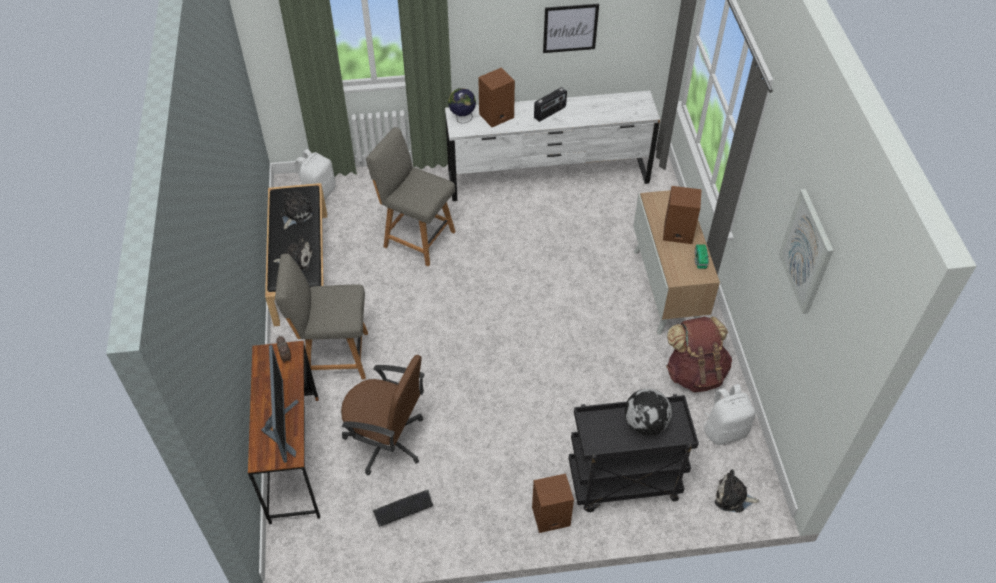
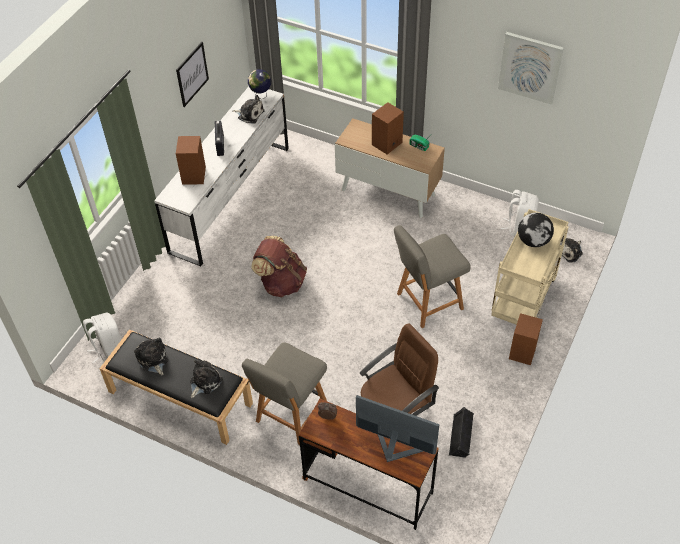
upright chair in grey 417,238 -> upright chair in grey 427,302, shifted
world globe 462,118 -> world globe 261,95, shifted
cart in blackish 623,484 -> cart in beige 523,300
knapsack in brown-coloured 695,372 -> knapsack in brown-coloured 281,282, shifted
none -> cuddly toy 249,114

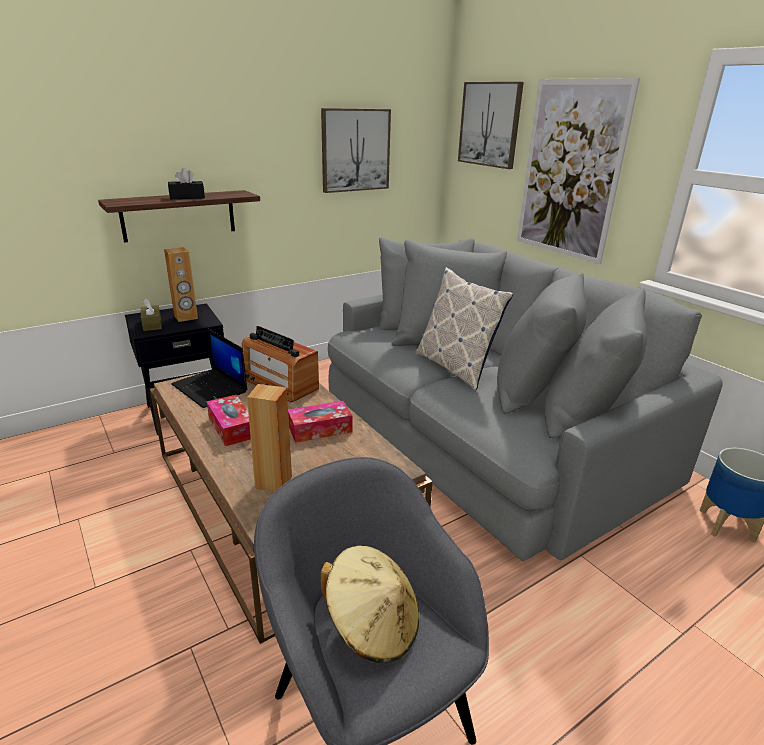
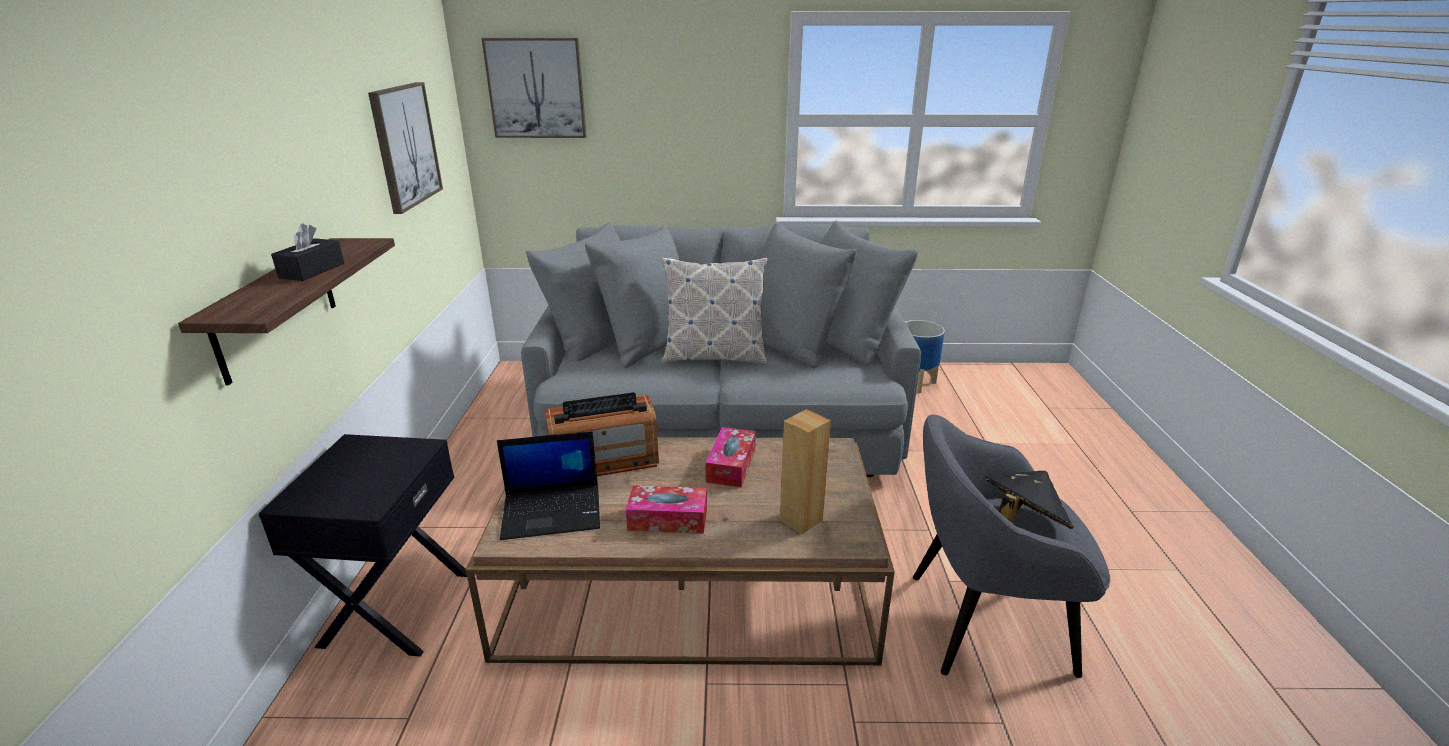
tissue holder in brown-coloured 152,324 -> none
loudspeaker in brown-coloured 186,317 -> none
clothing hat in beige 372,625 -> clothing hat in blackish 1020,525
wall picture 570,170 -> none

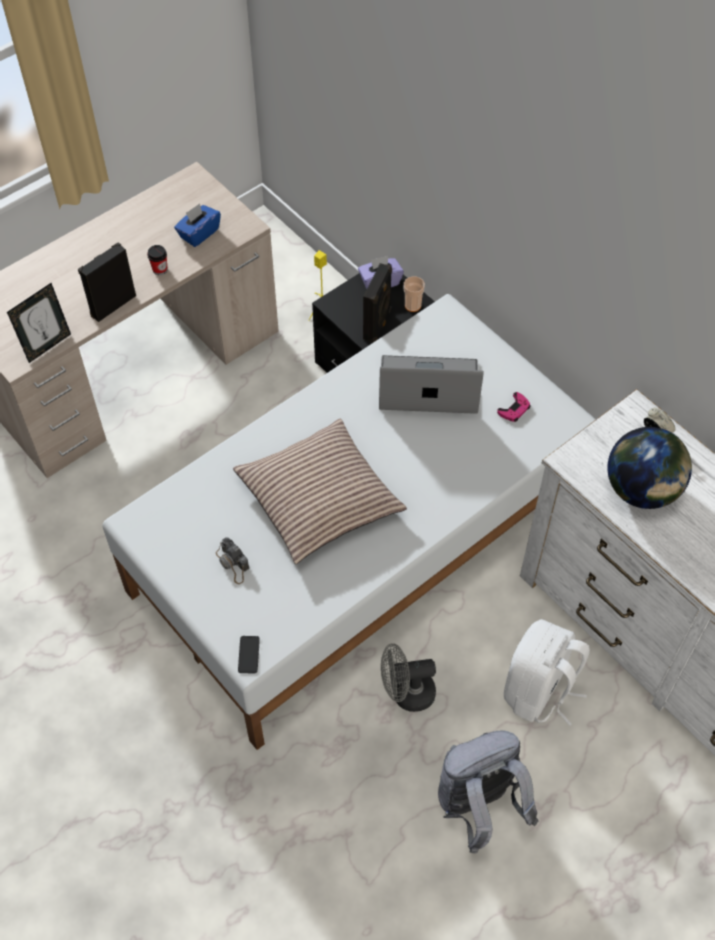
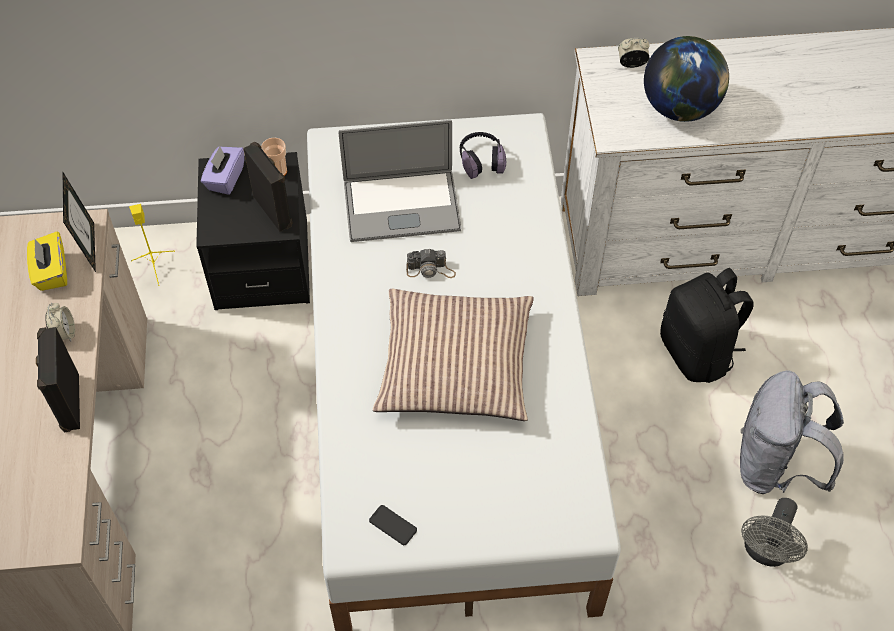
standing frame 47,346 -> standing frame 89,247, shifted
drinking cup 160,269 -> table clock 64,333
tissue holder in blue 199,233 -> tissue holder in yellow 51,272
still camera 233,564 -> still camera 430,270, shifted
phone 248,654 -> phone 393,525, shifted
portable computer 428,386 -> portable computer 401,205, 135 degrees counterclockwise
electric fan in grey 406,693 -> electric fan in grey 765,552, shifted
game controller in pink-coloured 514,409 -> pair of headphones 481,160
knapsack in white-coloured 539,691 -> knapsack in blackish 697,352

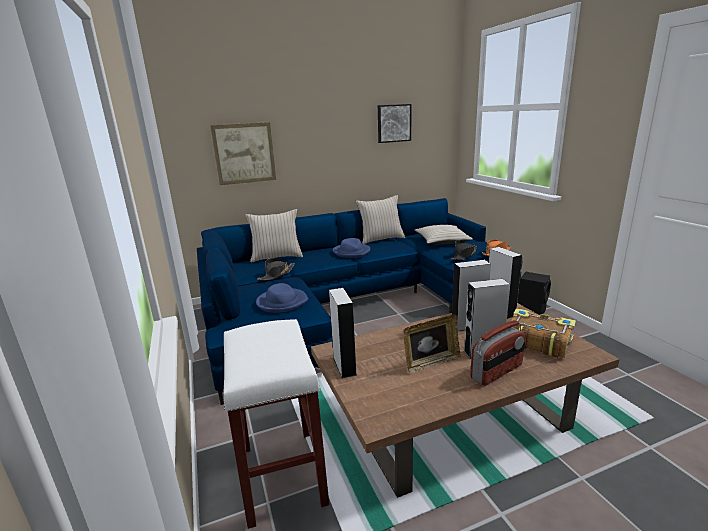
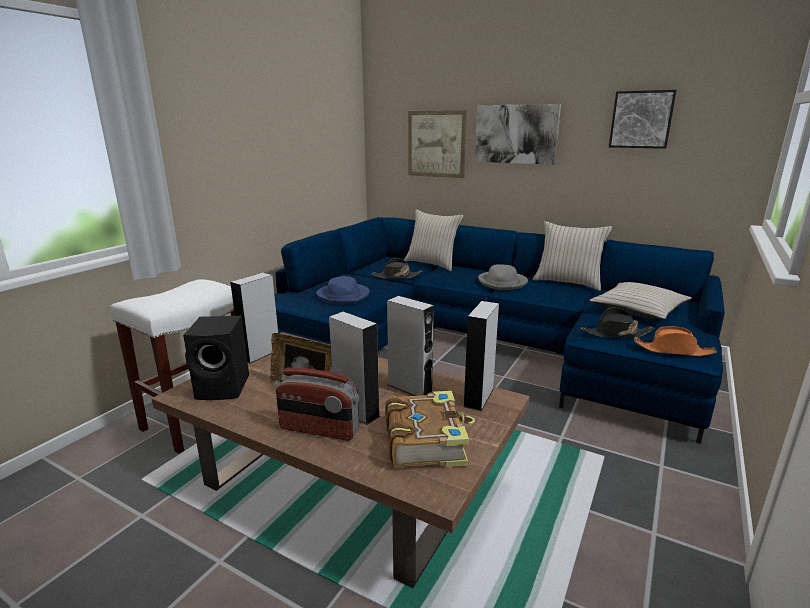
clothing hat in blue 352,252 -> clothing hat in grey 502,283
loudspeaker in blackish 532,308 -> loudspeaker in blackish 225,387, shifted
none -> wall picture 516,134

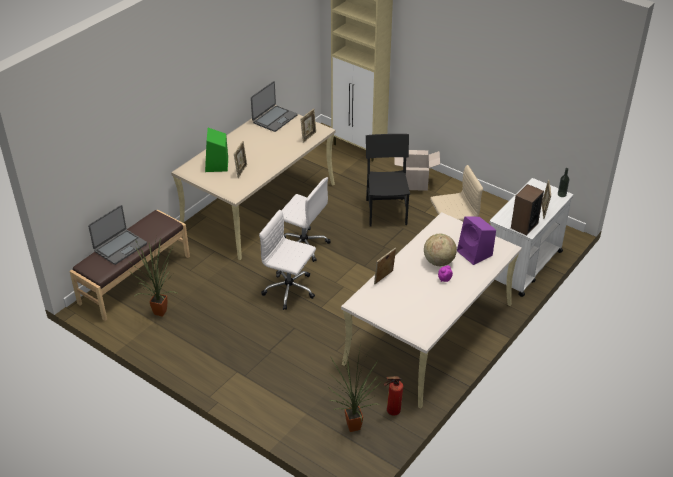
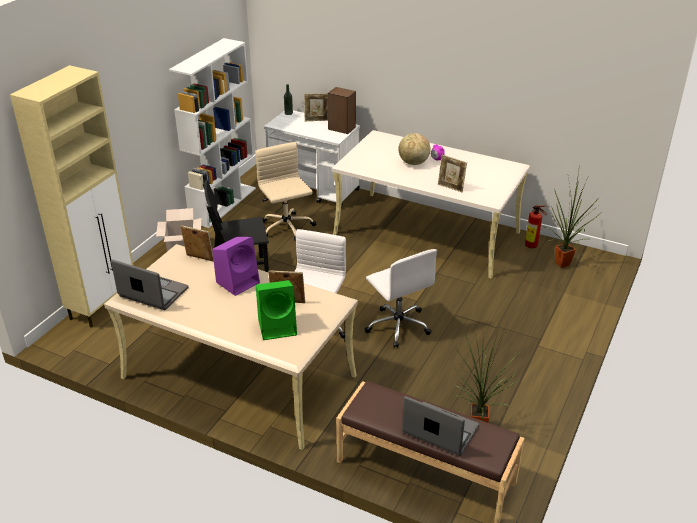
office chair in white-coloured 290,290 -> office chair in white-coloured 398,326, 45 degrees counterclockwise
loudspeaker in purple-coloured 475,253 -> loudspeaker in purple-coloured 238,282, shifted
none -> bookcase in white-coloured 223,204

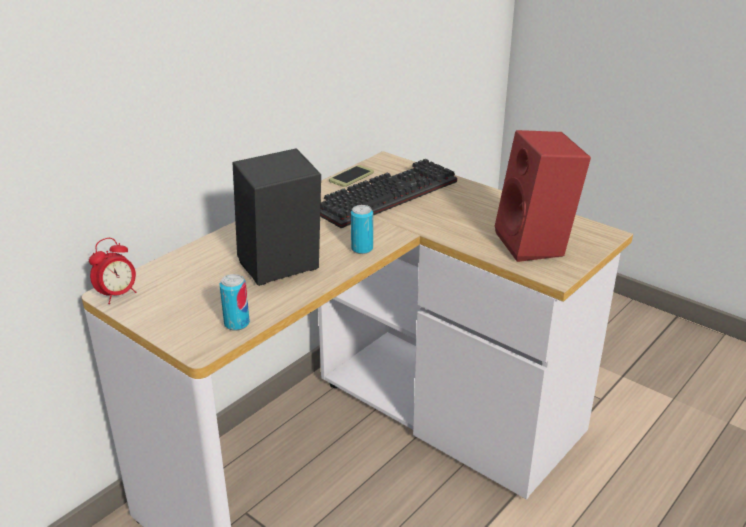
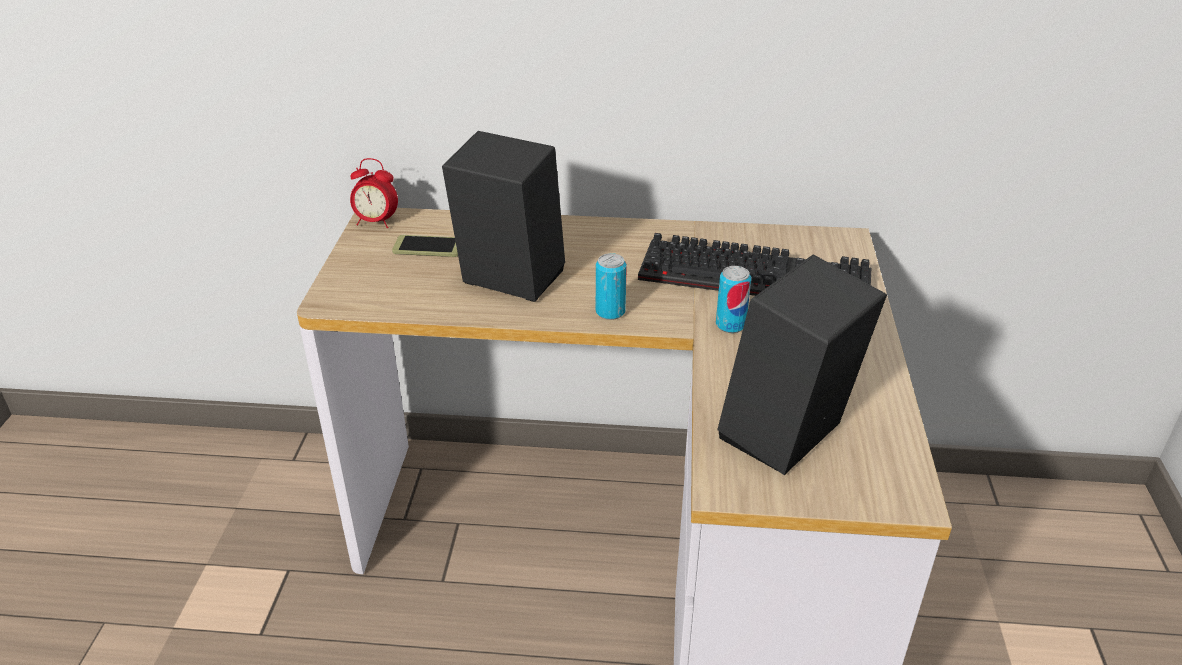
sealed can 237,324 -> sealed can 730,325, shifted
phone 351,176 -> phone 428,247, shifted
loudspeaker in red 536,245 -> loudspeaker in blackish 787,440

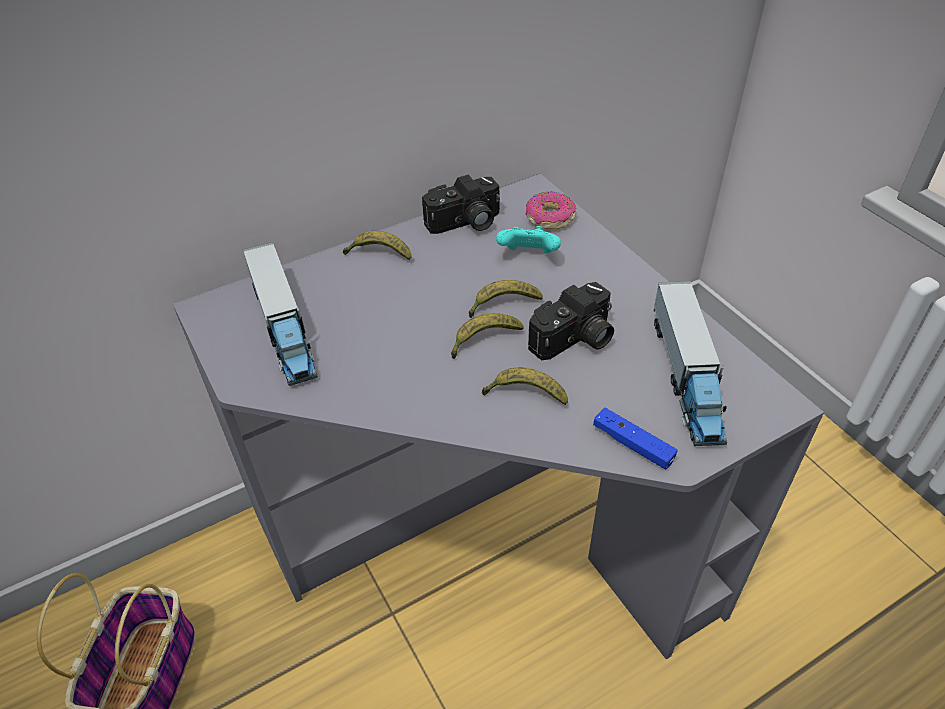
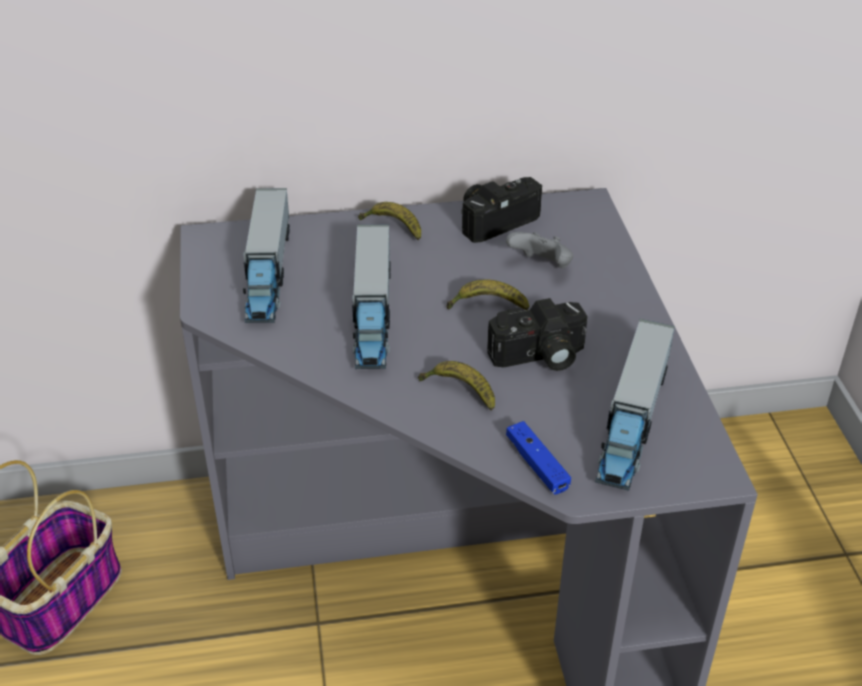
still camera 465,223 -> still camera 495,219, 150 degrees clockwise
whole banana 483,340 -> none
game controller in turquoise-coloured 528,256 -> game controller in grey 541,267
doughnut 549,218 -> none
none -> toy lorry 372,314

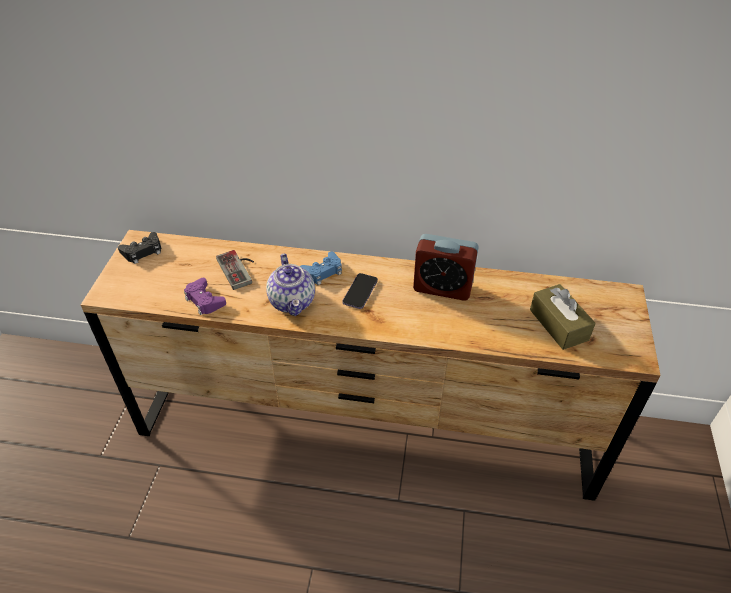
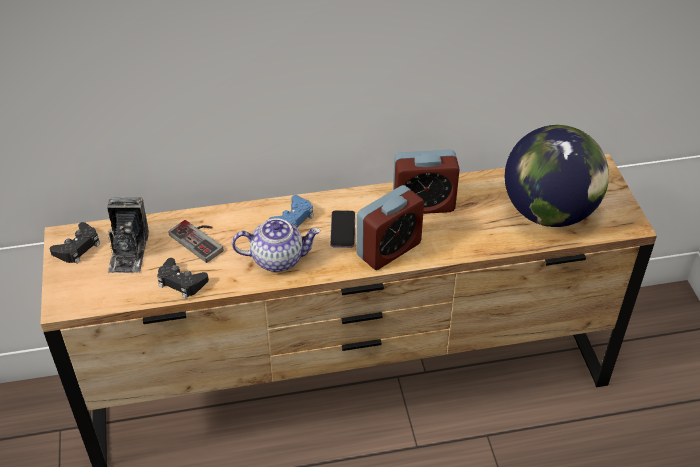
game controller in purple-coloured 204,300 -> game controller in blackish 181,282
tea pot 293,302 -> tea pot 278,258, 60 degrees counterclockwise
tissue holder in brown-coloured 558,325 -> world globe 549,212
none -> still camera 129,251
none -> table clock 389,249

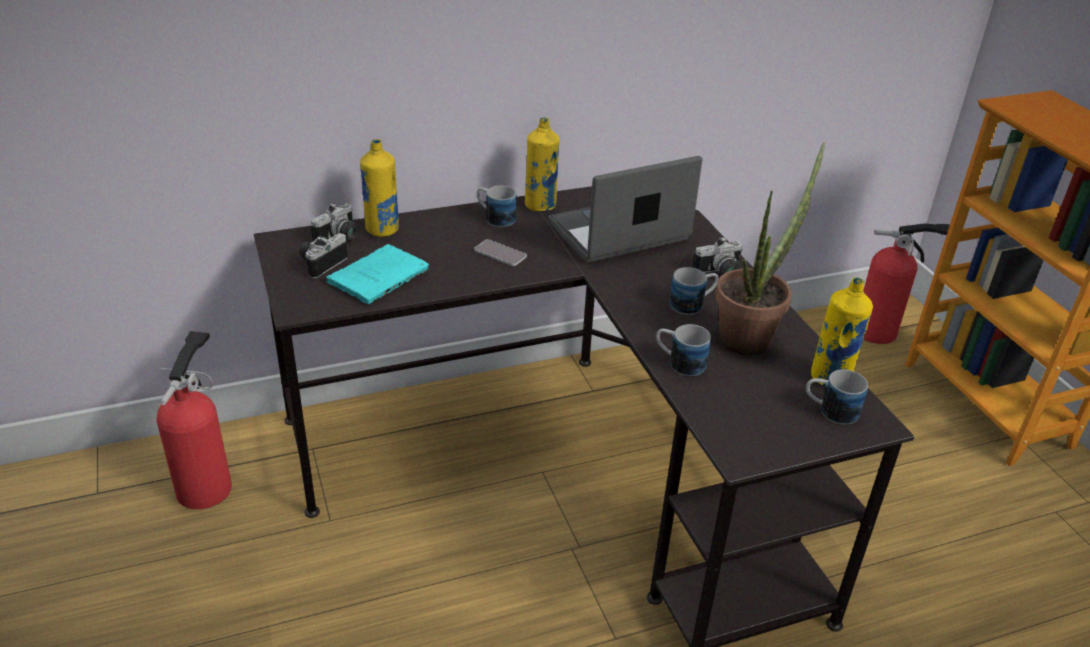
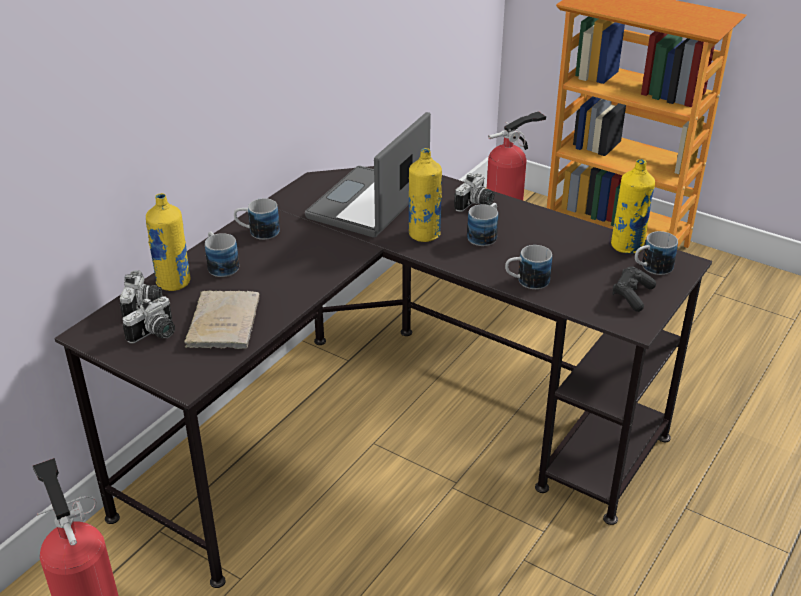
still camera 321,263 -> still camera 156,334, 135 degrees counterclockwise
book in turquoise-coloured 380,276 -> book in beige 224,321
phone 500,254 -> none
bottle in yellow 540,205 -> bottle in yellow 424,234, shifted
houseplant 750,335 -> none
none -> mug 220,265
none -> game controller in blackish 632,296

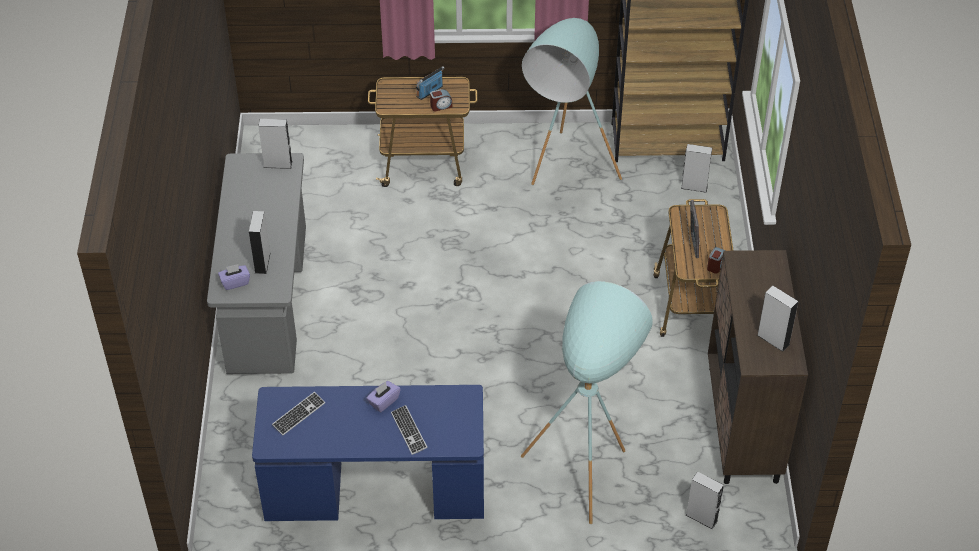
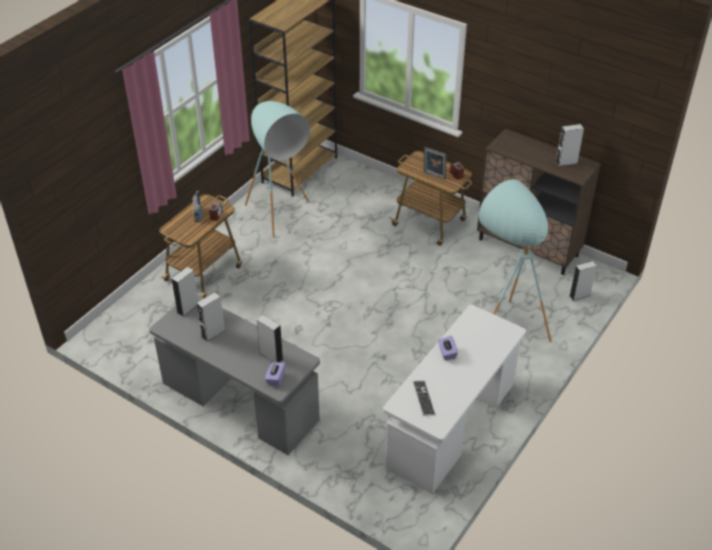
desk in blue 375,492 -> desk in white-coloured 451,426
PC keyboard 409,431 -> none
loudspeaker in grey 694,187 -> loudspeaker in grey 213,333, shifted

